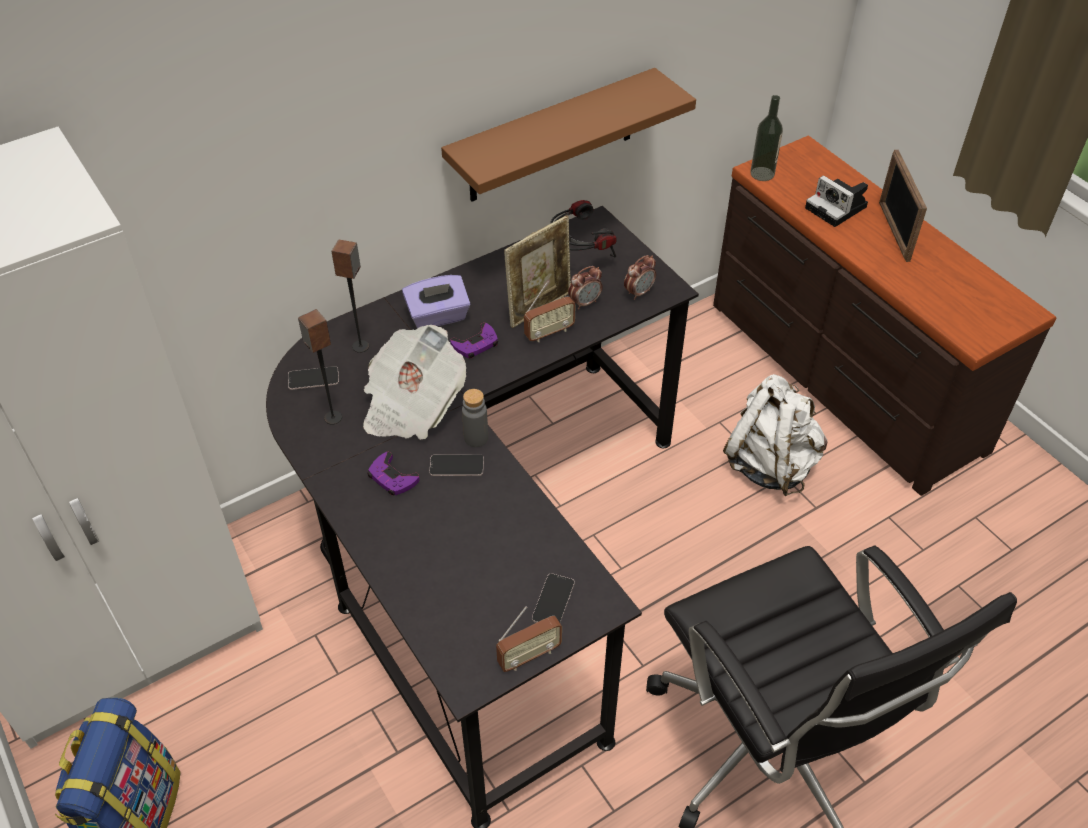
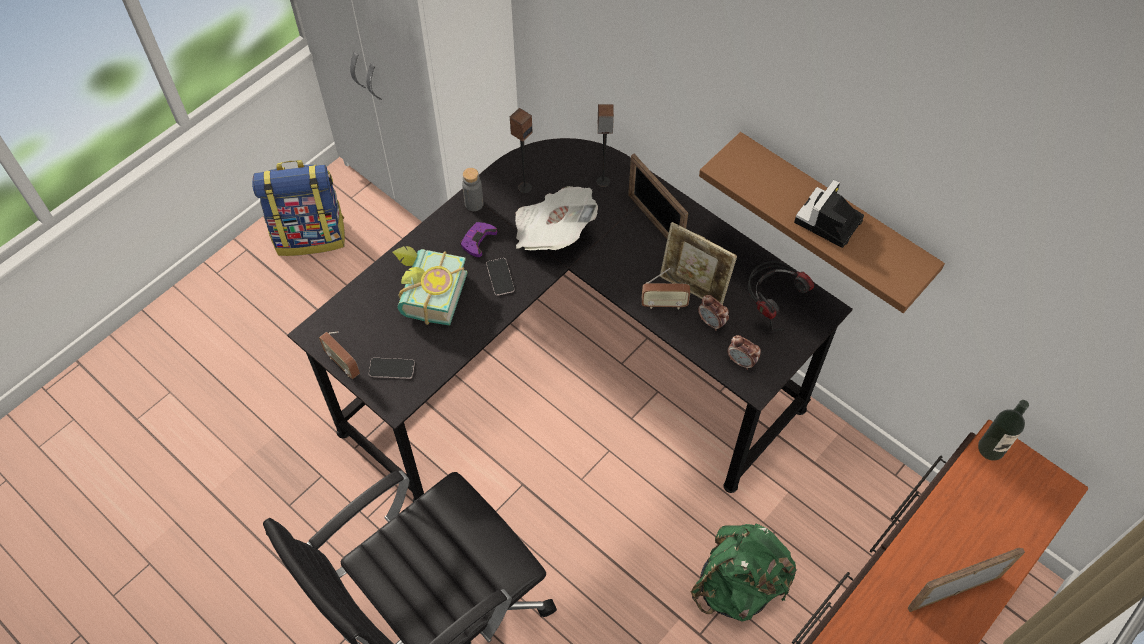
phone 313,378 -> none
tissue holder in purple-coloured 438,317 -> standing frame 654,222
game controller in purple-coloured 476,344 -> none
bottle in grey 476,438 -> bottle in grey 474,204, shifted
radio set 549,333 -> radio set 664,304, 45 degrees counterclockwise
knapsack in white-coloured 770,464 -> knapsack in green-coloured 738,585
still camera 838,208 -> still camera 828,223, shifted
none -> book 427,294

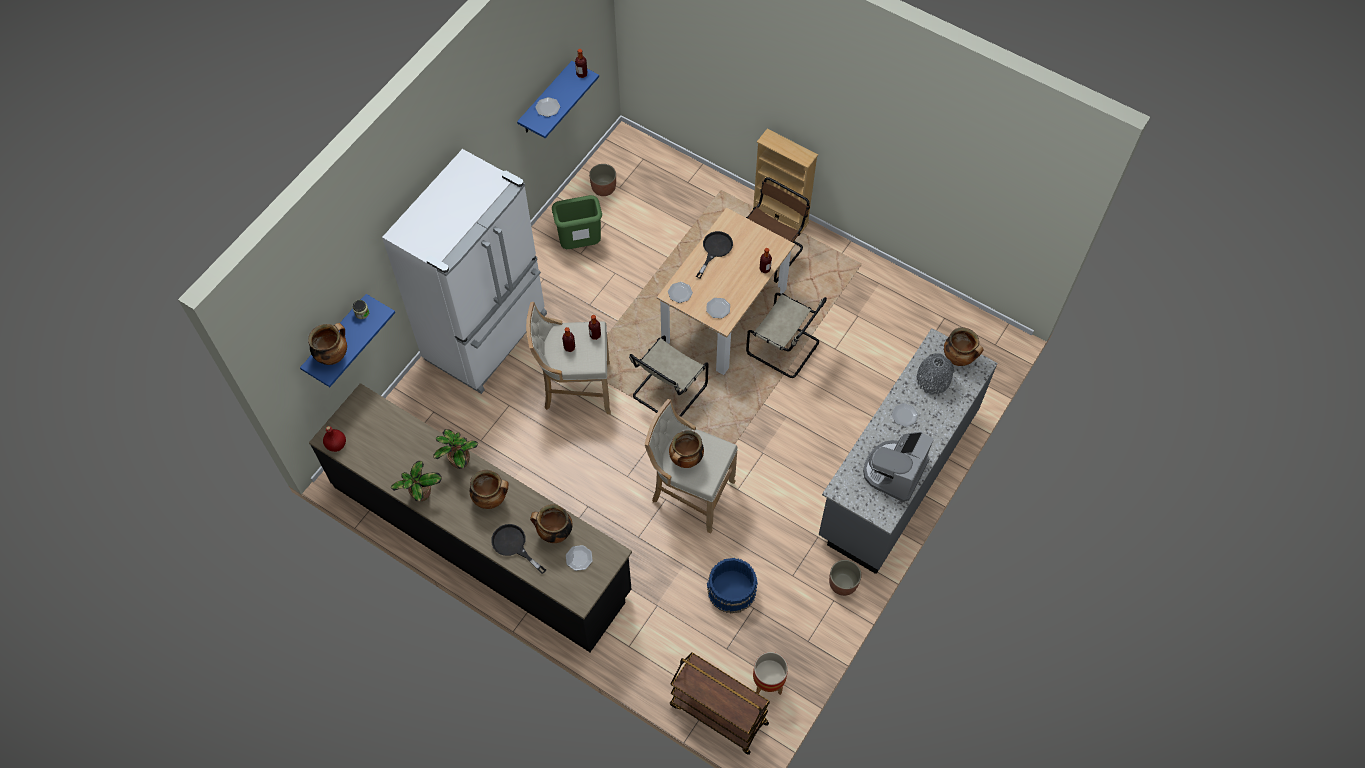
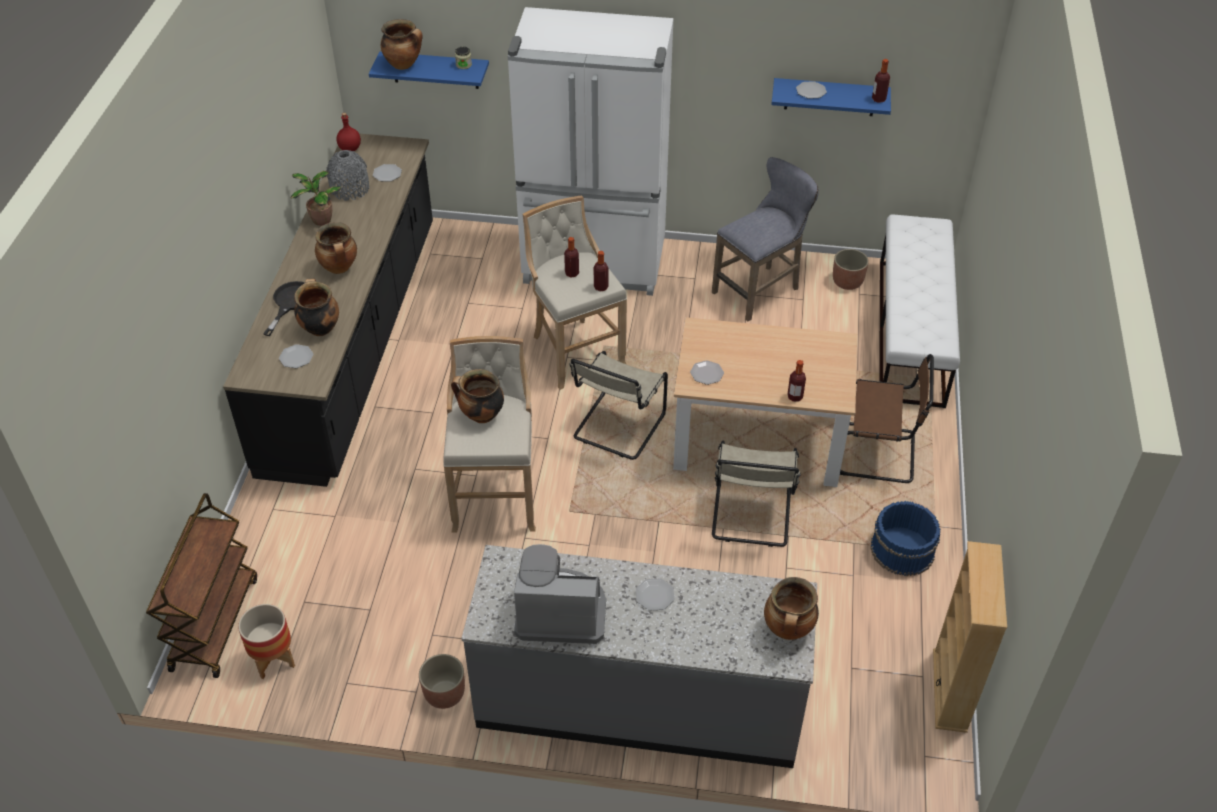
houseplant 459,461 -> none
waste bin in green-coloured 580,244 -> sitting stool in grey 760,290
upright chair in beige 667,393 -> upright chair in beige 617,428, 75 degrees counterclockwise
dinner plate 680,293 -> dinner plate 387,174, shifted
pan in blackish 715,250 -> none
bucket in blue 731,591 -> bucket in blue 901,550, shifted
bookcase in beige 780,216 -> bookcase in beige 950,690, shifted
decorative vase in grey 933,380 -> decorative vase in grey 350,189, shifted
none -> bench in white-coloured 911,332

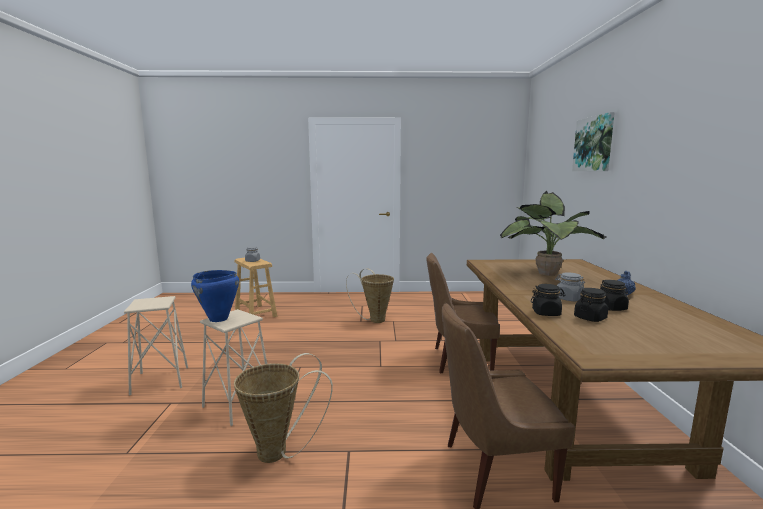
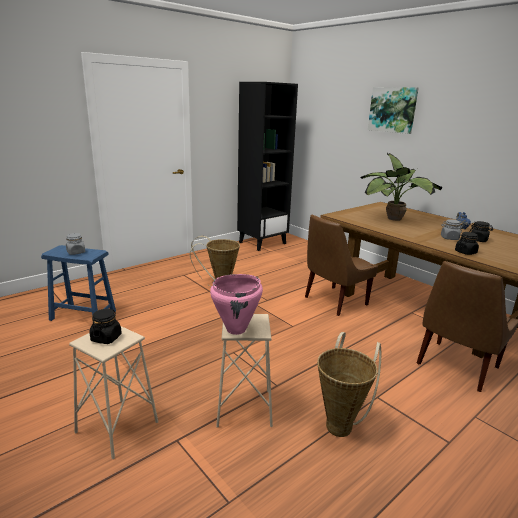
stockpot in blue 218,319 -> stockpot in pink-coloured 236,329
sitting stool in brown-coloured 255,313 -> sitting stool in blue 83,315
storage jar in blackish 590,318 -> storage jar in blackish 106,338, shifted
none -> bookcase in blackish 262,242

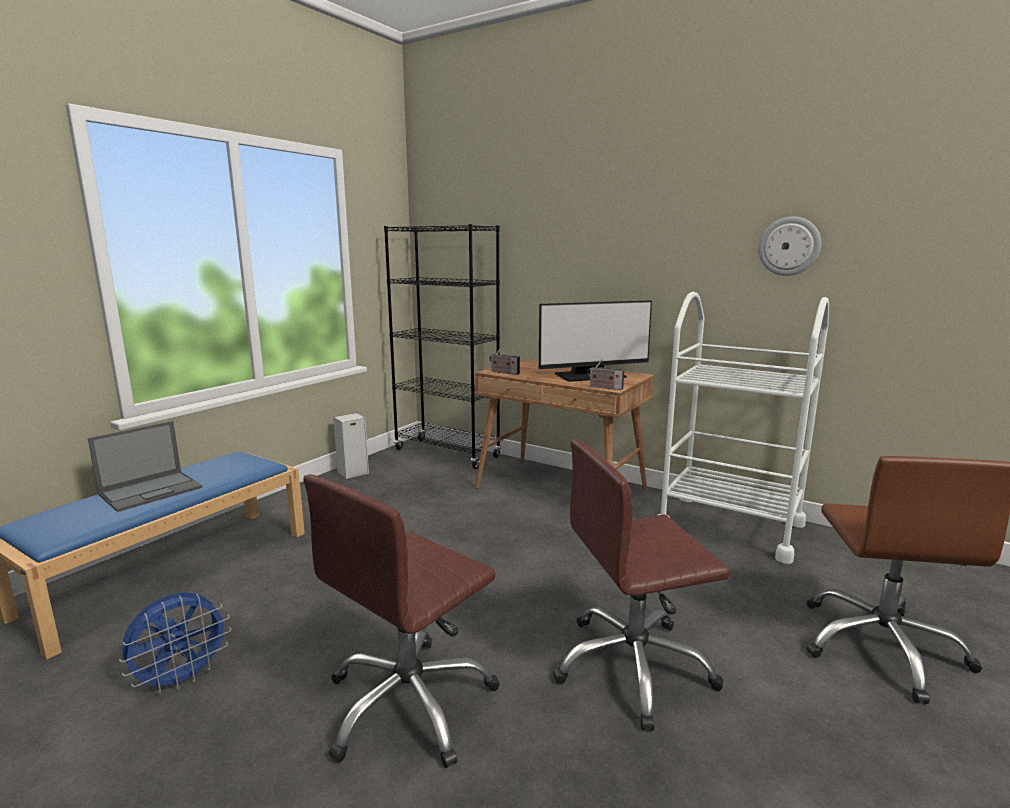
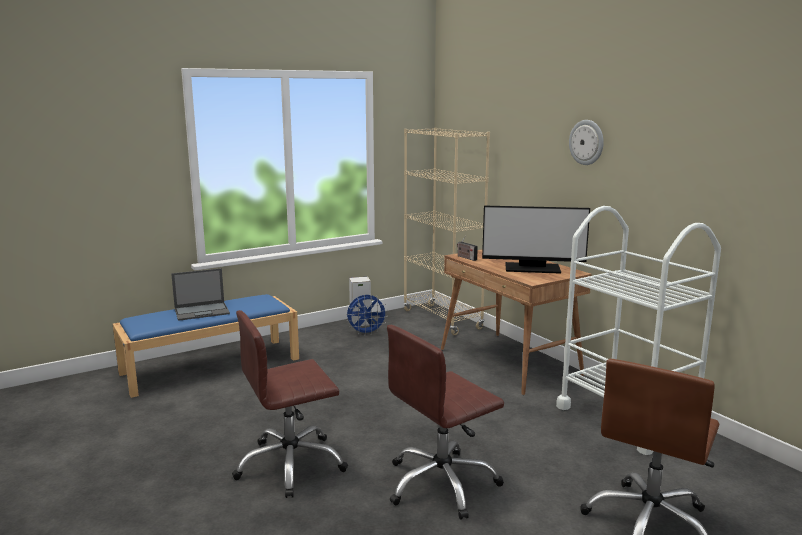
electric fan in blue 182,679 -> electric fan in blue 366,333, shifted
bookcase in blackish 447,453 -> bookcase in beige 442,319
office chair in brown-coloured 633,667 -> office chair in brown-coloured 442,484, 45 degrees counterclockwise
radio set 604,387 -> none
wall clock 789,246 -> wall clock 587,142, shifted

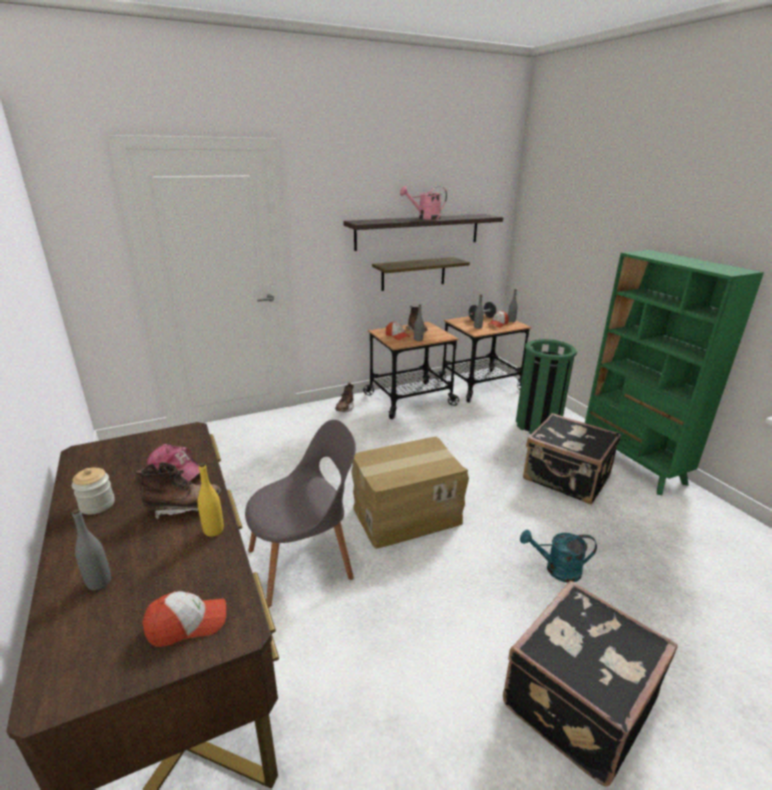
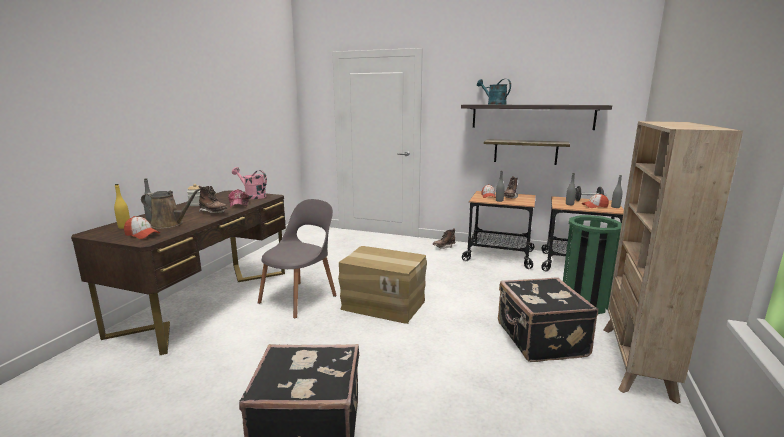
bottle in yellow 213,530 -> bottle in yellow 124,227, shifted
upright chair in grey 305,562 -> upright chair in grey 300,298, 75 degrees counterclockwise
sprinkling can in pink-coloured 425,218 -> sprinkling can in pink-coloured 252,196, shifted
sprinkling can in turquoise-coloured 556,570 -> sprinkling can in turquoise-coloured 493,104, shifted
bookcase in green-coloured 632,464 -> bookcase in beige 636,362
none -> sprinkling can in brown-coloured 169,224

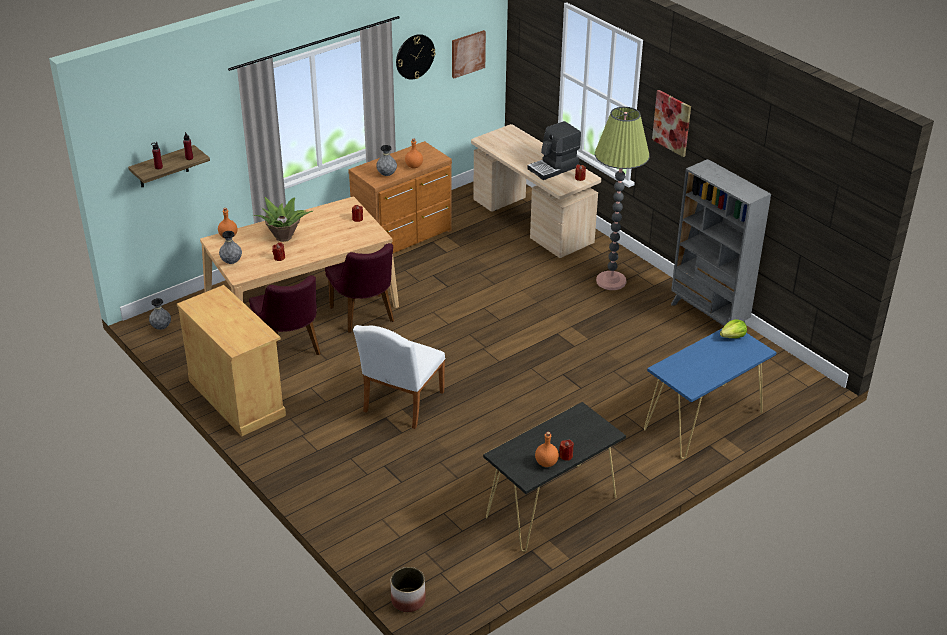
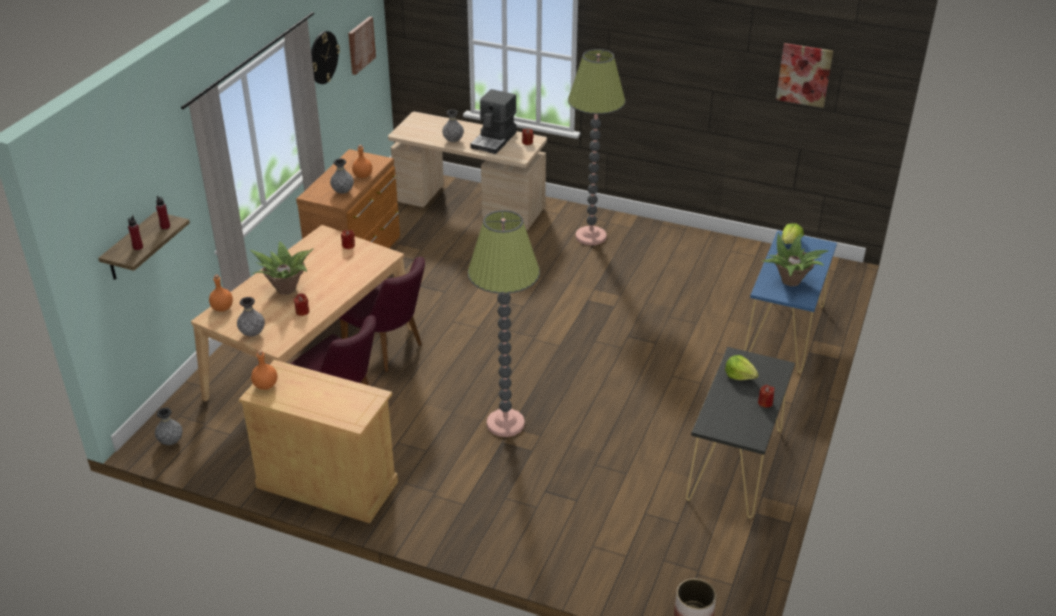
upright chair in white-coloured 401,405 -> floor lamp 505,424
bottle in orange-coloured 546,463 -> bottle in orange-coloured 266,386, shifted
wall picture 672,123 -> wall picture 804,75, shifted
bookcase in grey 708,316 -> none
none -> decorative vase in grey 453,141
none -> head of lettuce 739,375
none -> houseplant 791,281

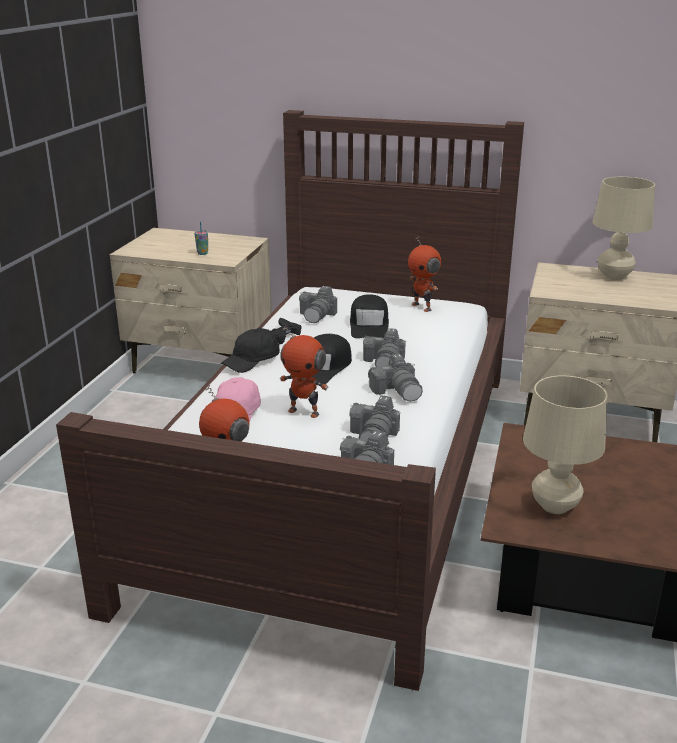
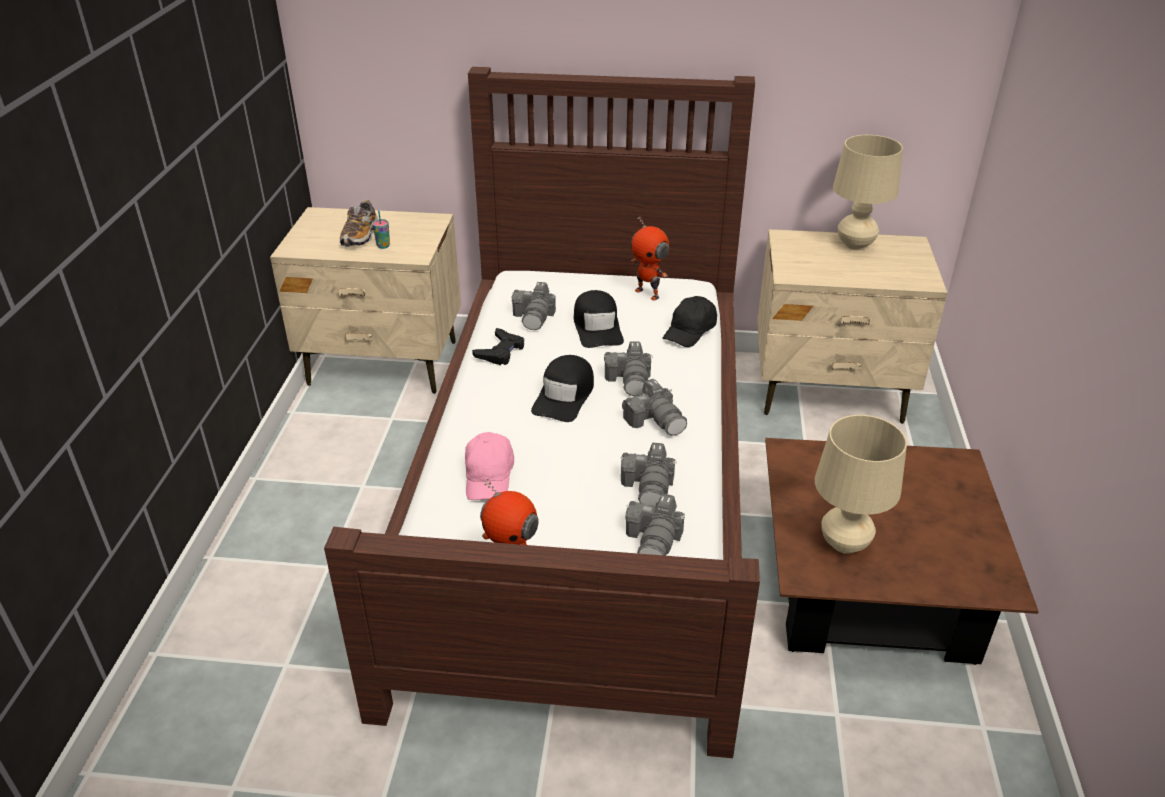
peaked cap in blackish 252,361 -> peaked cap in blackish 690,331, shifted
robot figure 304,412 -> none
none -> low shoe 360,236

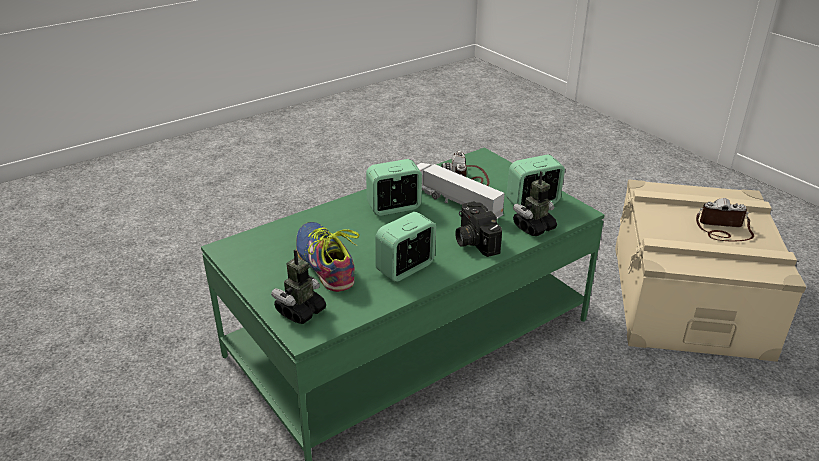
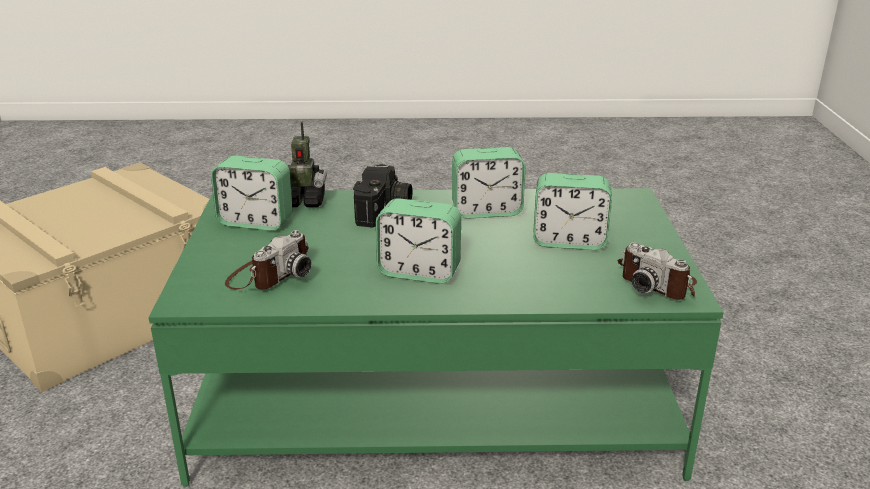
robot figure 301,311 -> none
low shoe 324,263 -> table clock 569,241
toy lorry 453,202 -> none
still camera 723,230 -> still camera 658,282, shifted

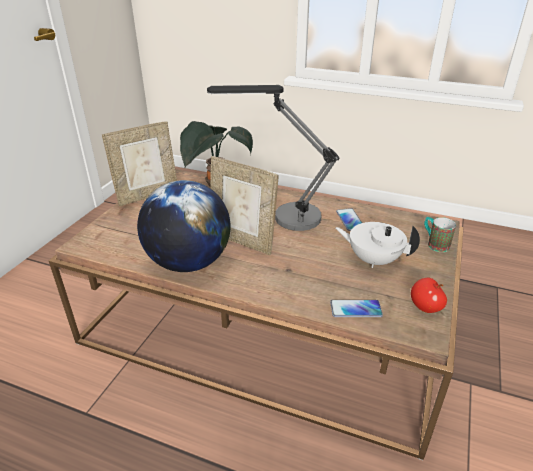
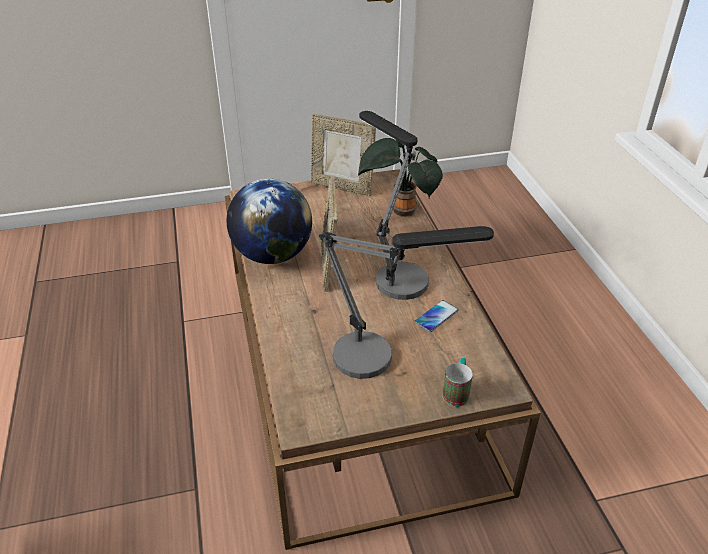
phone 355,309 -> none
tea pot in white-coloured 373,260 -> lamp for a table 381,357
apple 425,307 -> none

